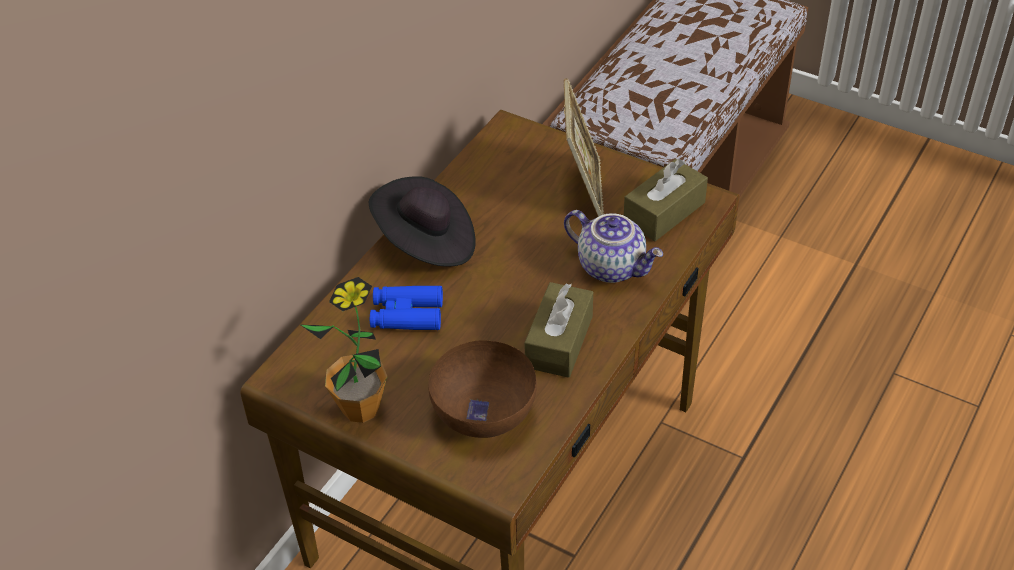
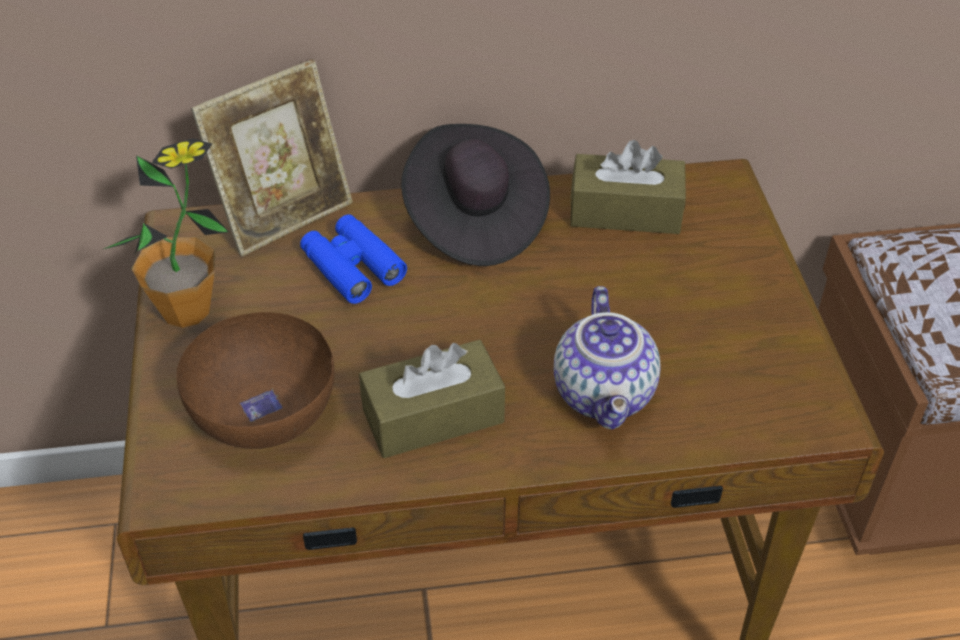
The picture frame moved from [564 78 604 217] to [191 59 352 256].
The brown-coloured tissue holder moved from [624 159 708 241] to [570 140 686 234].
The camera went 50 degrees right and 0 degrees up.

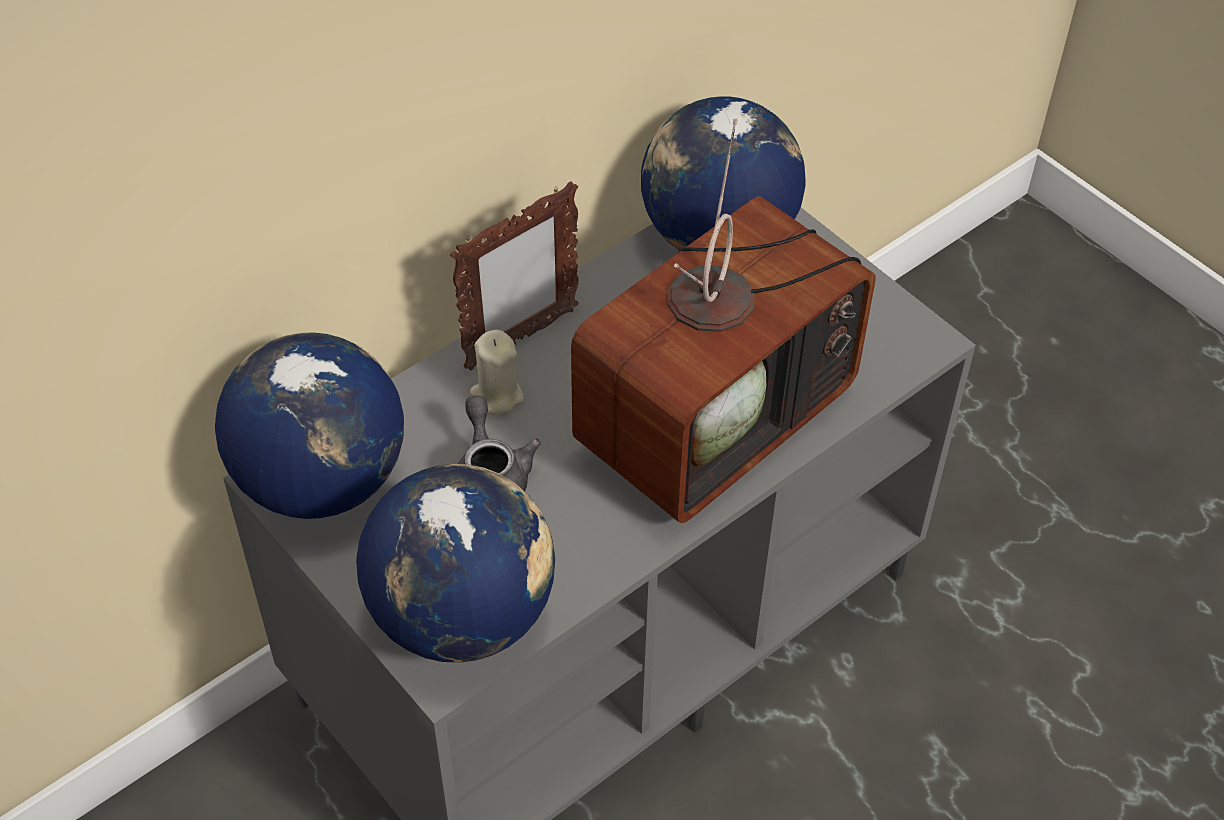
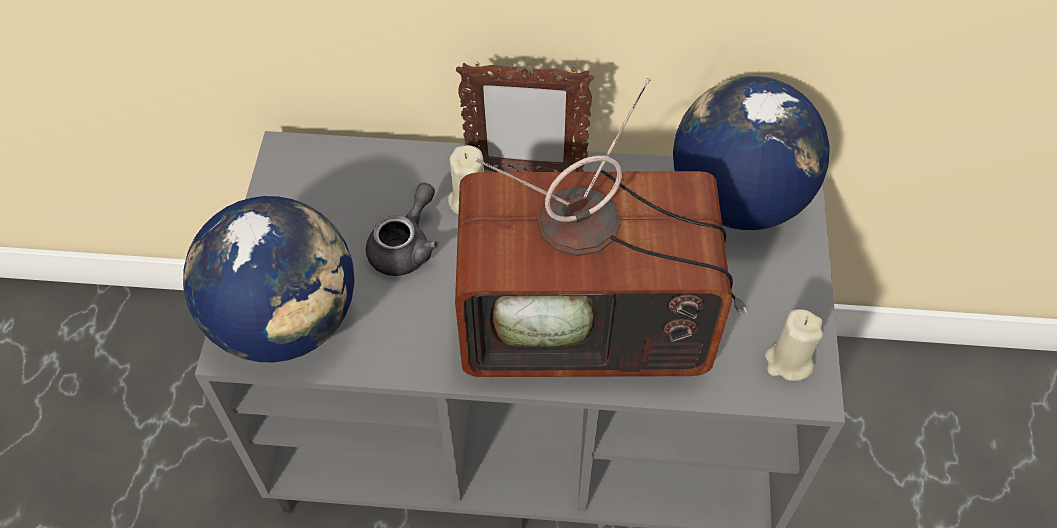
The world globe at [215 332 404 519] disappeared.
The beige-coloured wax candle at [765 309 823 381] appeared.
The camera went 45 degrees right and 5 degrees up.

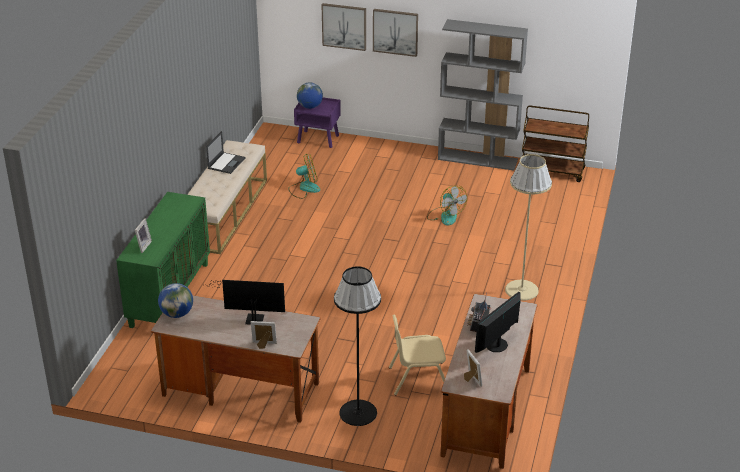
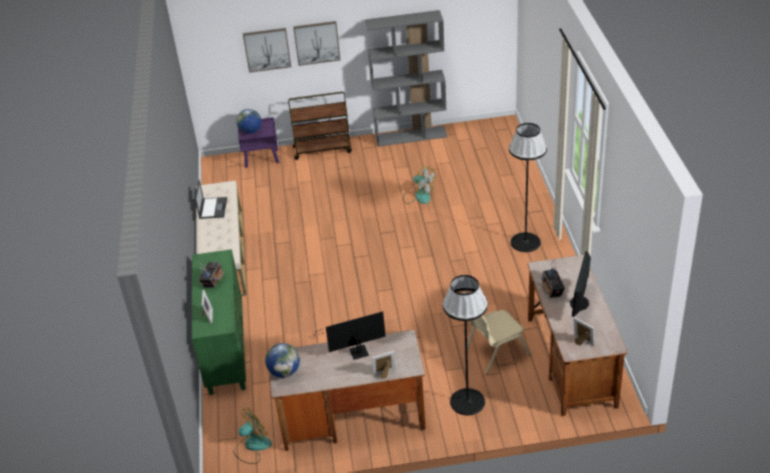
The brown-coloured trolley moved from [522 105 589 182] to [288 92 352 160].
The cooling fan moved from [288 154 320 199] to [233 407 272 464].
The beige-coloured standing lamp at [505 154 552 301] became the black standing lamp at [509 123 547 252].
The radio set at [199 262 224 288] appeared.
The camera went 20 degrees left and 5 degrees up.

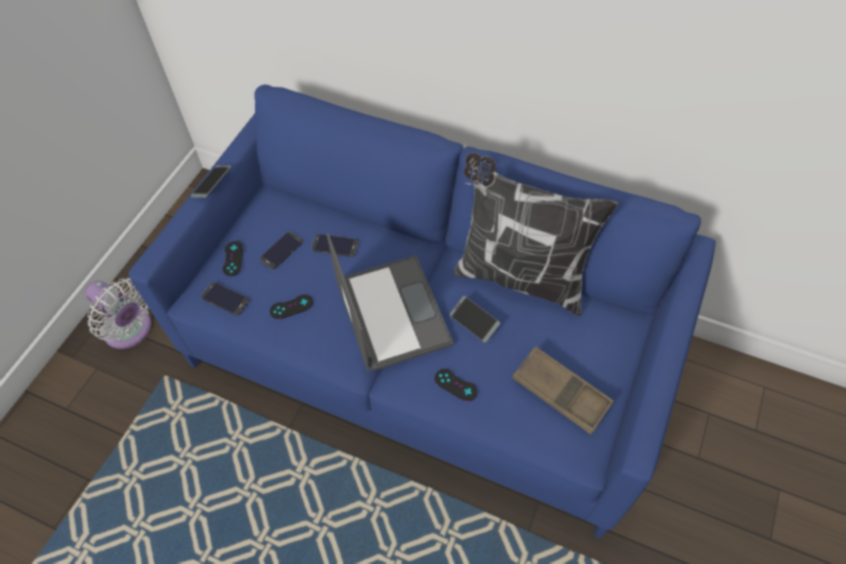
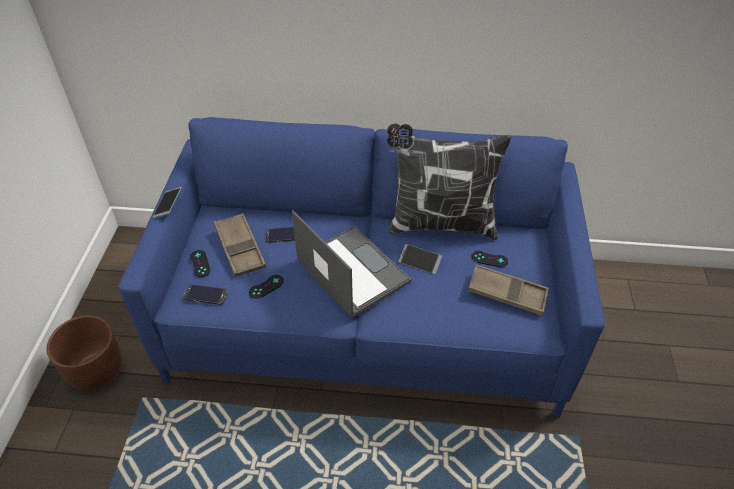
The telephone at [260 232 303 269] was replaced by the brown-coloured tray at [214 213 266 277].
The whitish cooling fan at [85 278 151 349] was replaced by the brown-coloured flower pot at [46 315 122 390].
The black game controller moved from [435 369 478 402] to [471 251 508 267].
The camera went 20 degrees left and 10 degrees down.

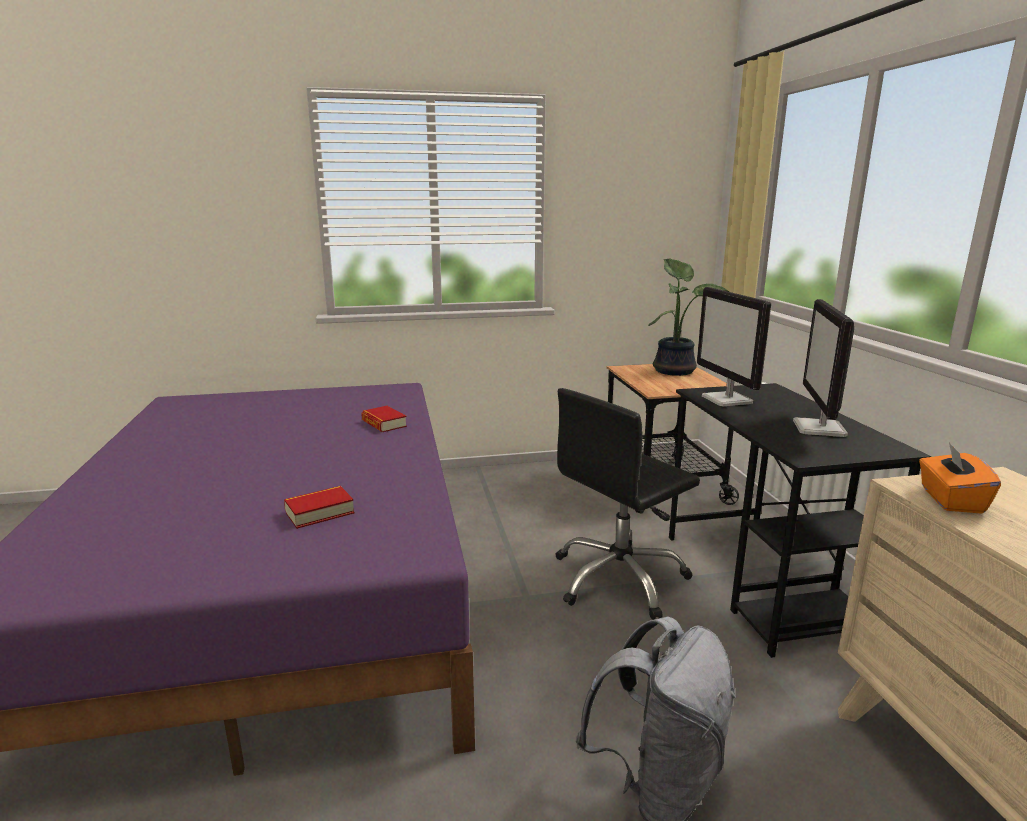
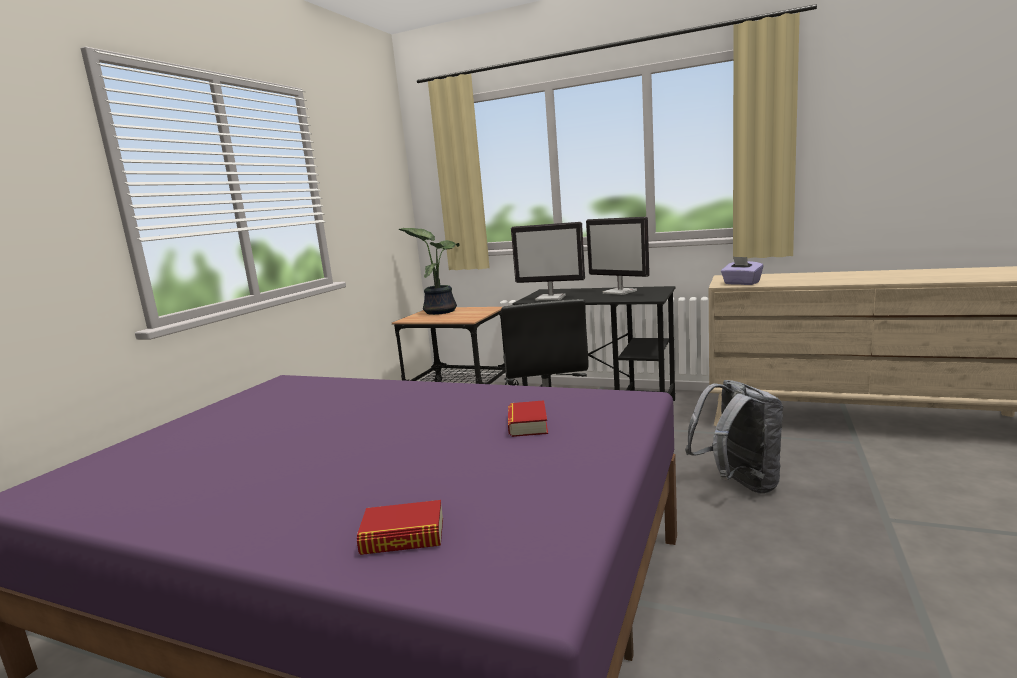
The bound book moved from [361 406 407 432] to [357 500 443 555].
The orange tissue holder at [919 442 1001 514] became the purple-coloured tissue holder at [721 257 763 285].
The camera went 55 degrees left and 5 degrees down.

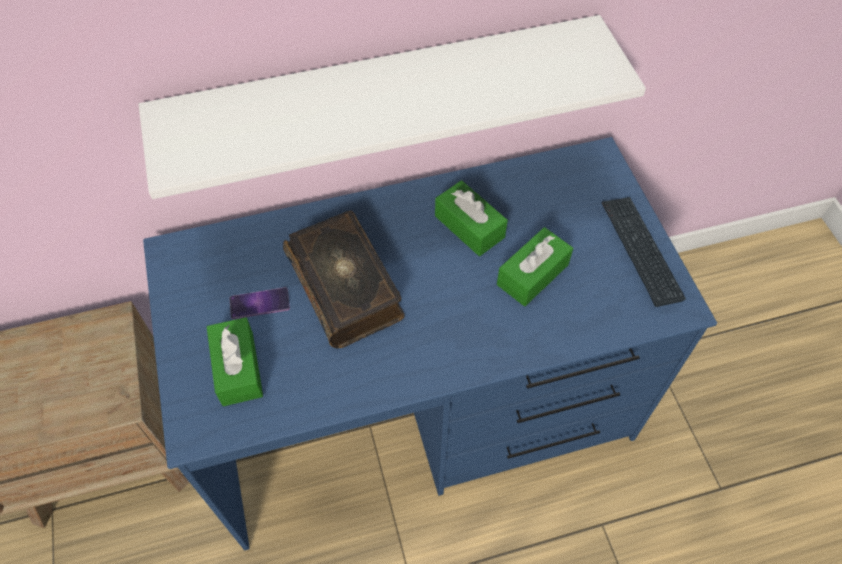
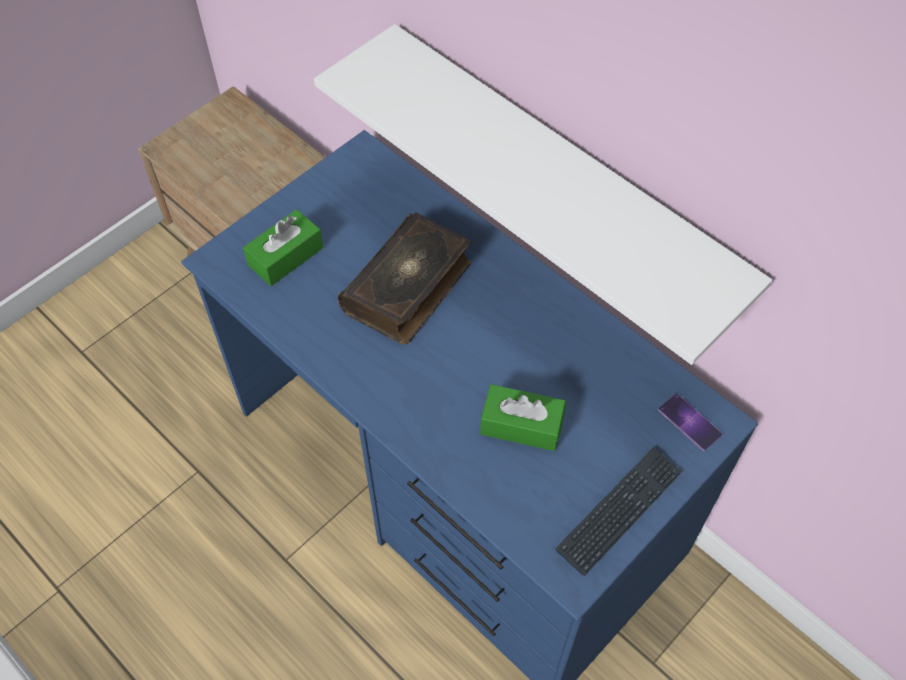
The greenish tissue holder at [435 180 508 256] disappeared.
The telephone moved from [229 287 290 319] to [658 394 722 451].
The camera went 60 degrees right and 0 degrees up.

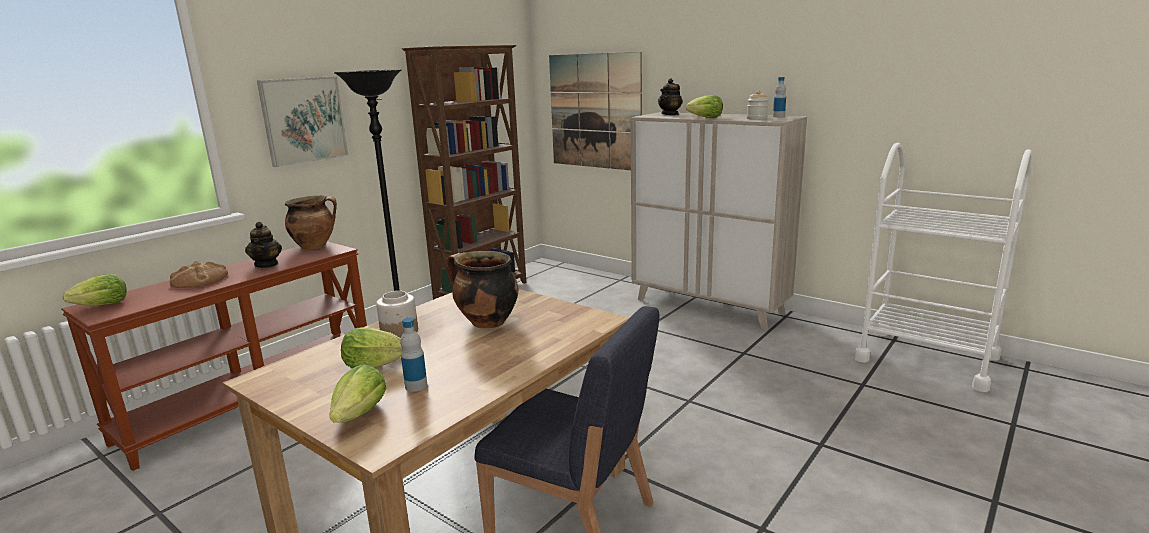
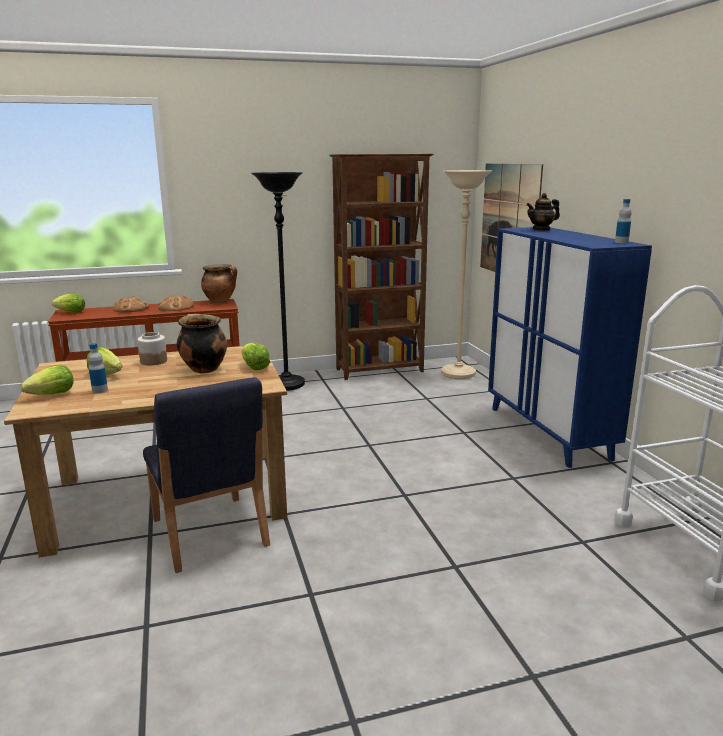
The wall picture at [257 76 349 167] disappeared.
The jar at [747 90 768 120] disappeared.
The lettuce moved from [686 95 723 118] to [241 343 270 370].
The beige-coloured cabinet at [631 112 807 331] became the blue-coloured cabinet at [488 227 652 468].
The pot for tea at [245 222 282 268] was replaced by the bakery bread at [158 295 193 311].
The beige-coloured standing lamp at [441 170 492 379] appeared.
The camera went 35 degrees right and 0 degrees up.

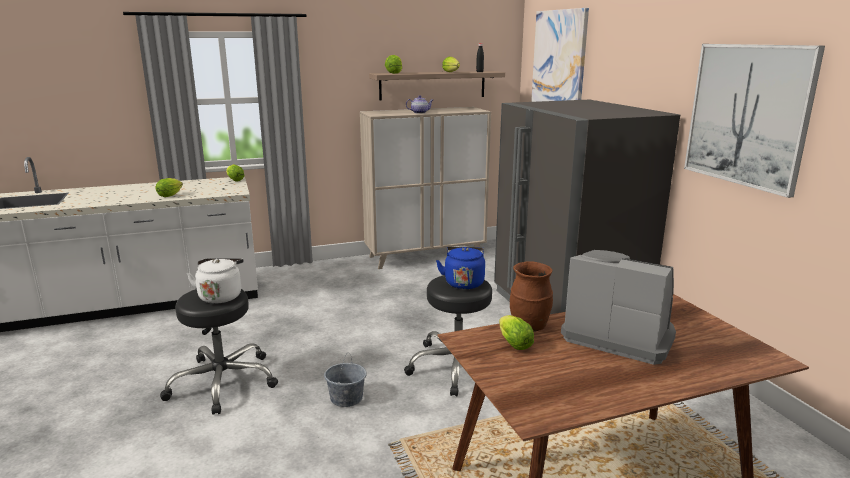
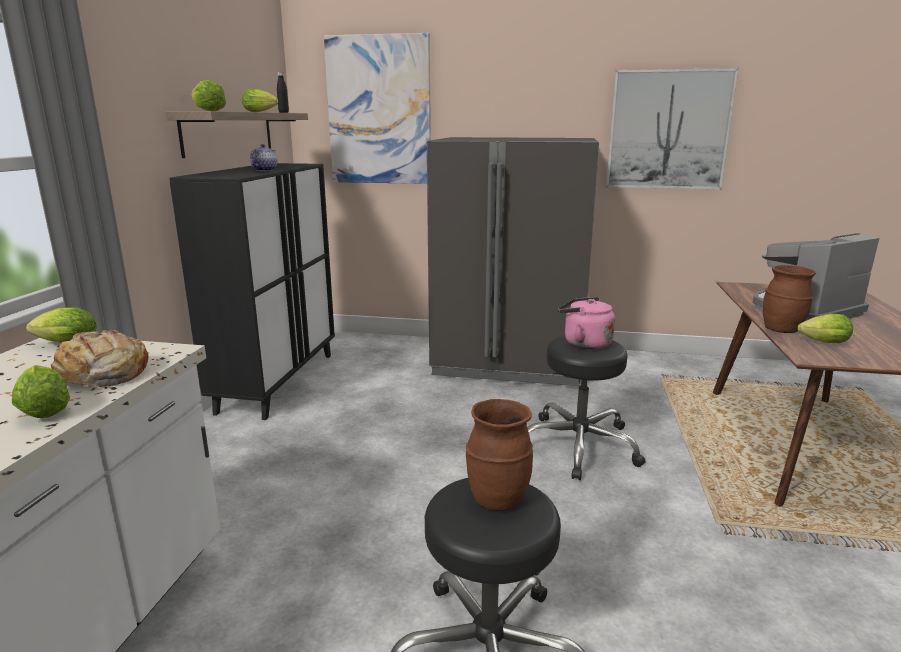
The beige-coloured cabinet at [360 107 491 269] became the black cabinet at [169 163 335 420].
The blue-coloured tea kettle at [436 247 485 289] became the pink tea kettle at [558 297 615 349].
The whitish tea kettle at [187 258 244 304] was replaced by the brown-coloured decorative vase at [466 399 533 511].
The grey pail at [324 354 366 407] disappeared.
The bakery bread at [51 330 148 387] appeared.
The camera went 60 degrees left and 0 degrees up.

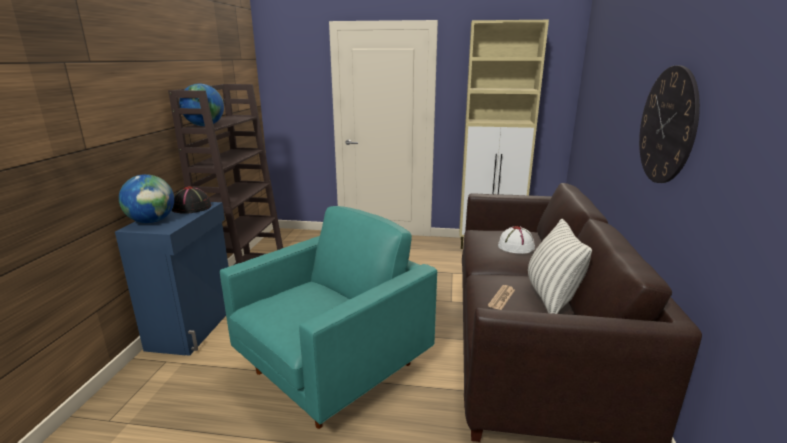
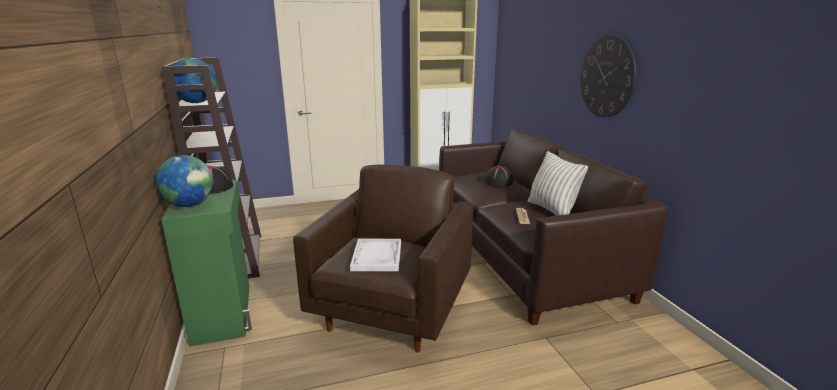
The blue-coloured cabinet at [115 202 229 356] became the greenish cabinet at [161 179 252 347].
The turquoise-coloured armchair at [220 206 437 429] became the brown-coloured armchair at [293 165 473 352].
The whitish clothing hat at [498 226 535 254] became the black clothing hat at [484 165 513 187].
The whitish tray at [350 239 401 271] appeared.
The camera went 25 degrees left and 0 degrees up.

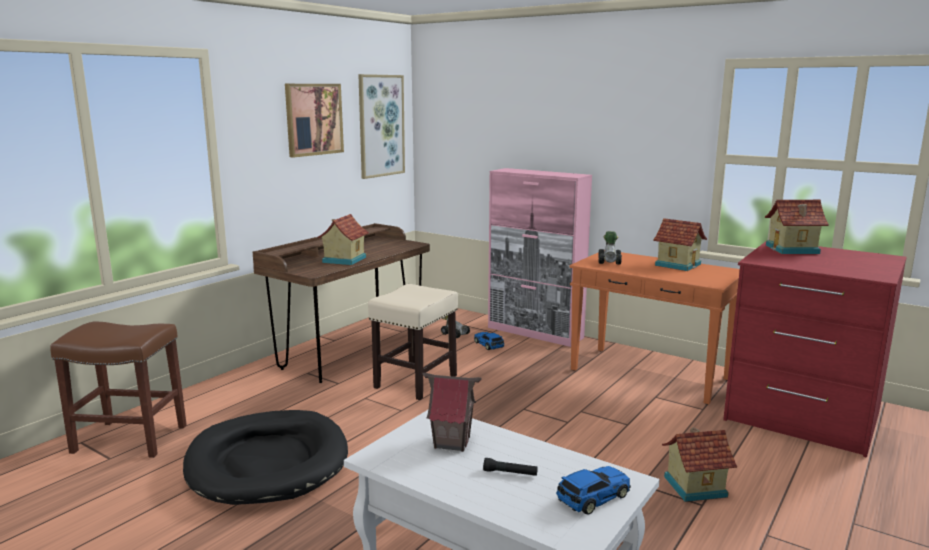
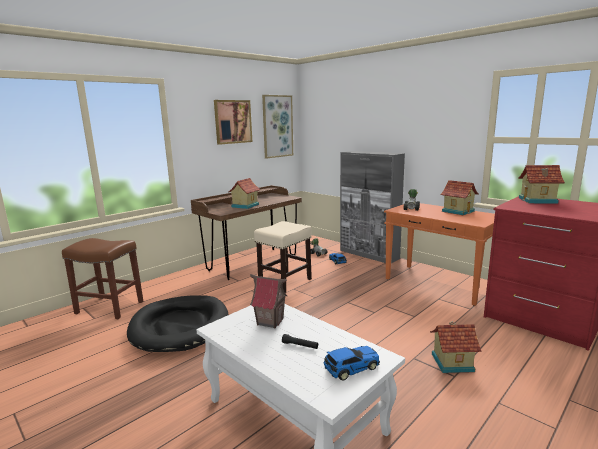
The pink cabinet at [488 168 592 347] became the grey cabinet at [340 151 405 263].
The camera went 10 degrees right and 0 degrees up.

